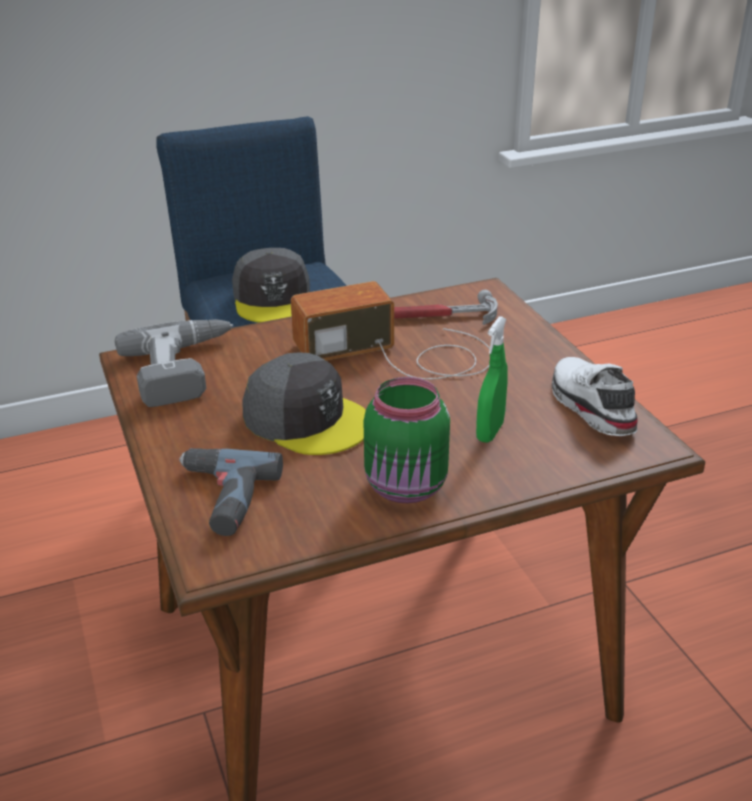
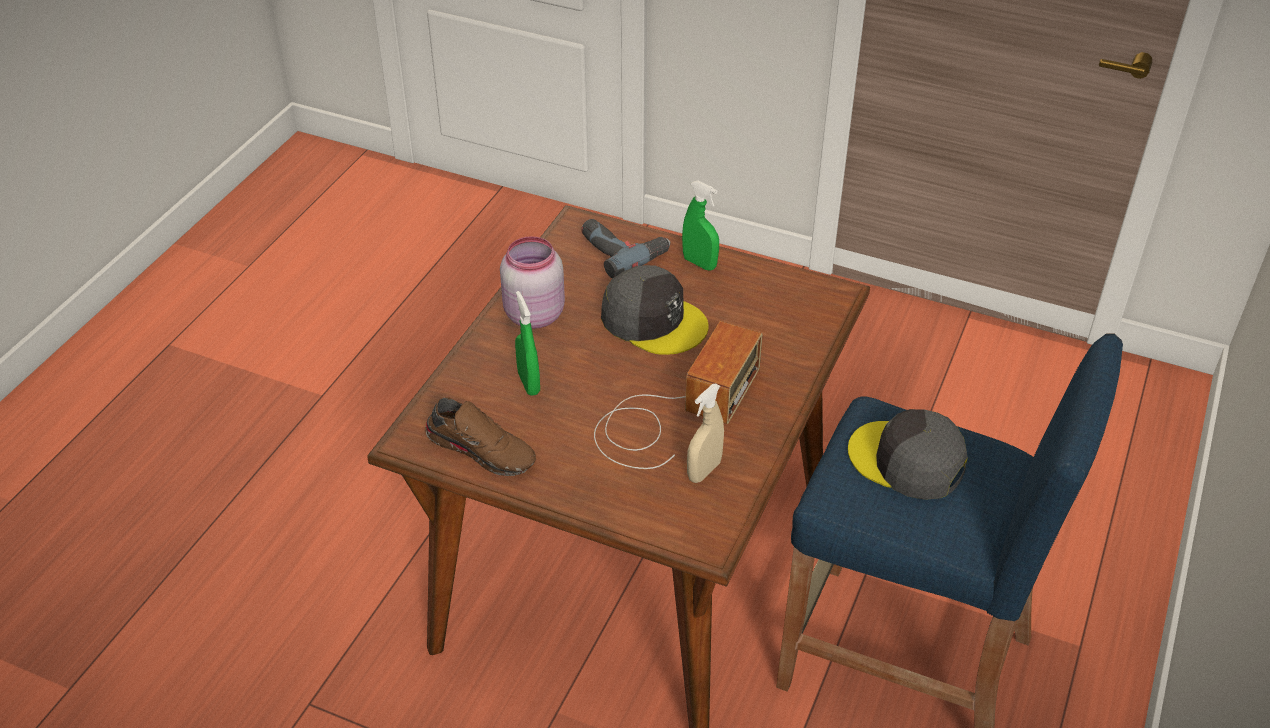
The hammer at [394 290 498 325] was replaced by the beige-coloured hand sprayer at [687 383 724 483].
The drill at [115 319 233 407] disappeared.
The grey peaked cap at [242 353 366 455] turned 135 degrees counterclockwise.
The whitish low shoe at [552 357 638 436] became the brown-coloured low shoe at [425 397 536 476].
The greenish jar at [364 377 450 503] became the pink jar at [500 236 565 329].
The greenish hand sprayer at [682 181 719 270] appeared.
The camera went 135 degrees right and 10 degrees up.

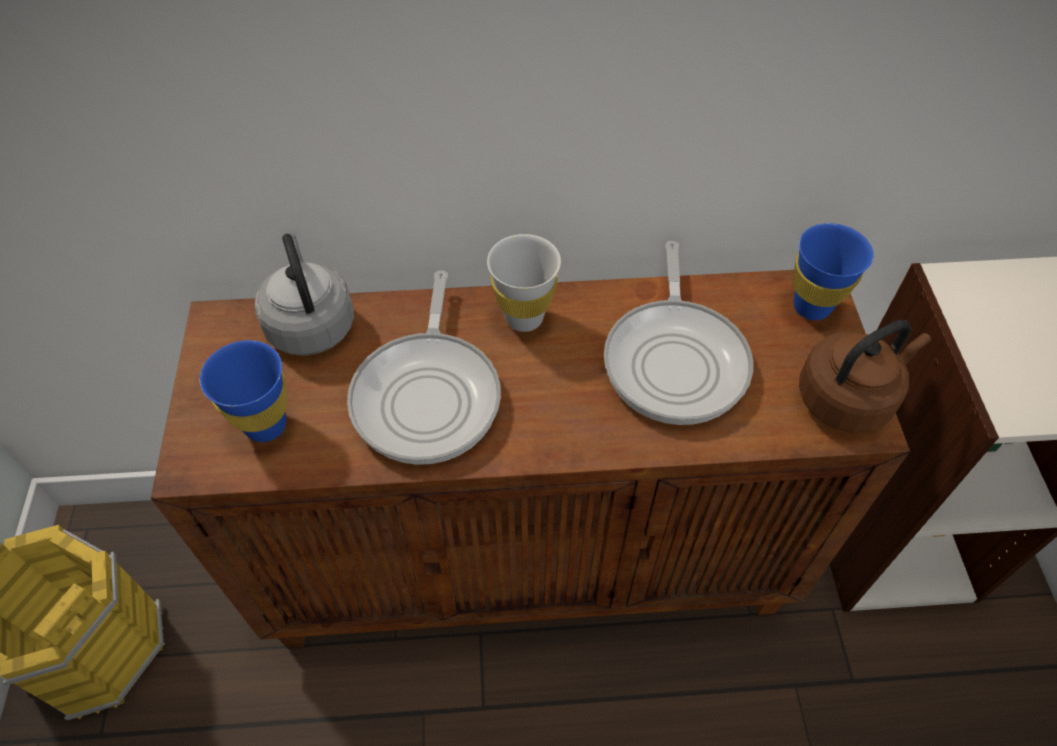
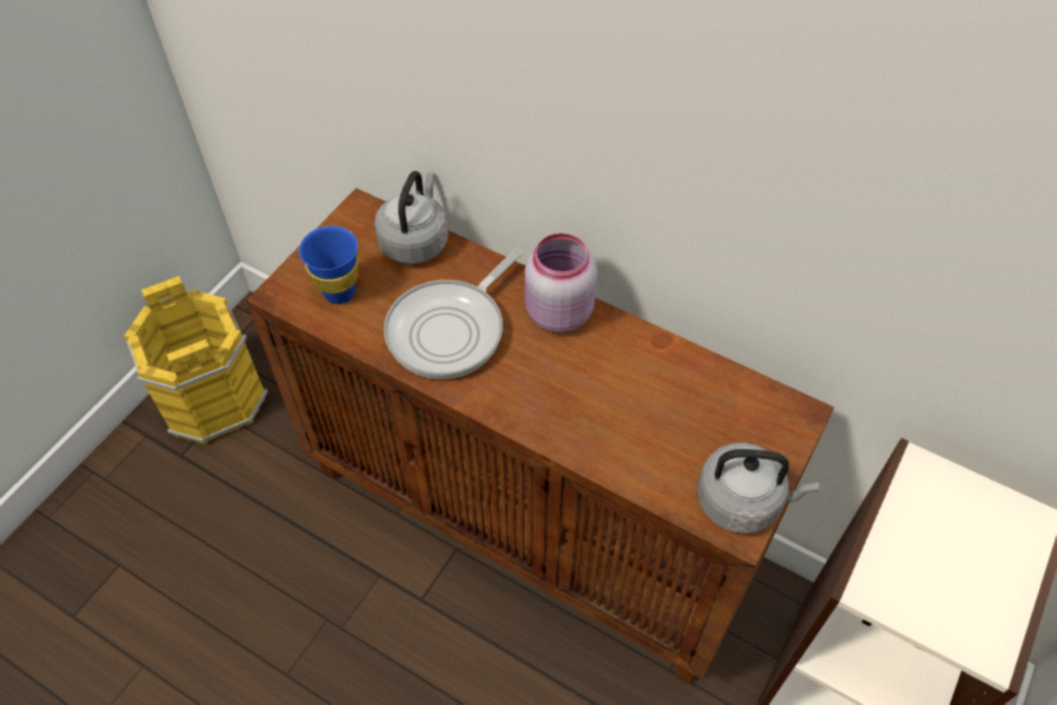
The blue-coloured cup at [793 223 874 320] disappeared.
The whitish cup at [487 234 561 332] was replaced by the pink jar at [525 233 597 333].
The frying pan at [604 241 753 425] disappeared.
The brown-coloured tea kettle at [799 320 931 432] became the grey tea kettle at [697 443 819 533].
The camera went 35 degrees right and 0 degrees up.

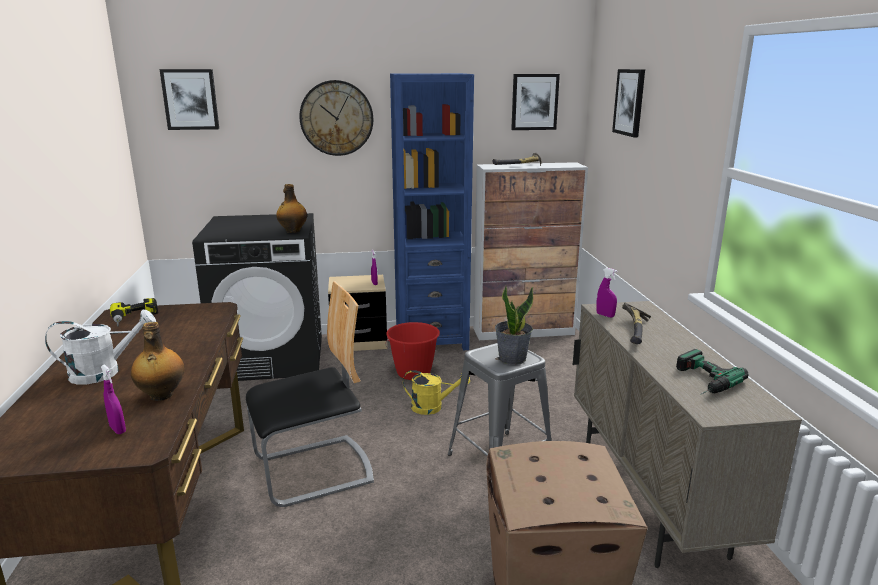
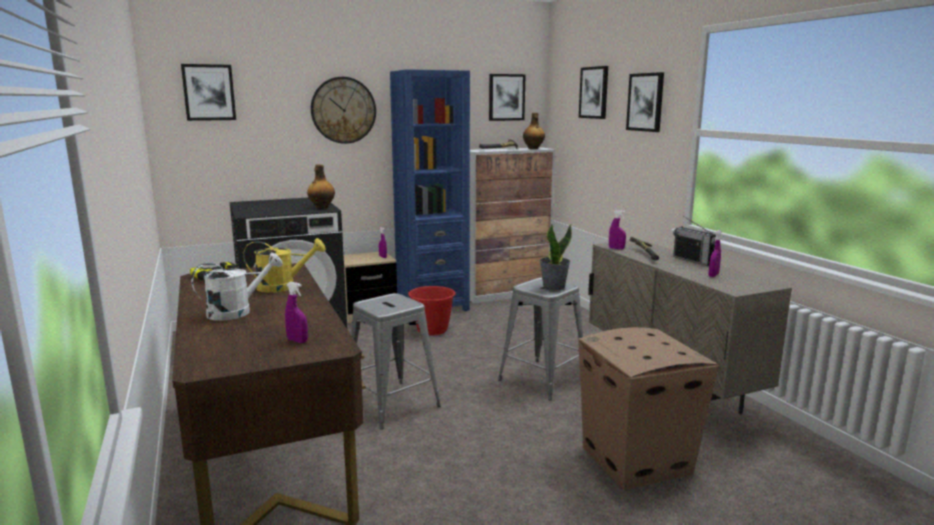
The upright chair at [246 281 374 507] was replaced by the grey sitting stool at [351 293 441 429].
The drink bottle moved from [131 322 184 401] to [523 113 545 149].
The drill at [676 349 749 394] was replaced by the purple-coloured hand sprayer at [709 230 721 277].
The yellow-coloured sprinkling can moved from [403 370 470 415] to [243 238 326 293].
The wall picture at [626 72 664 132] appeared.
The radio set at [673 216 716 266] appeared.
The camera went 15 degrees left and 5 degrees down.

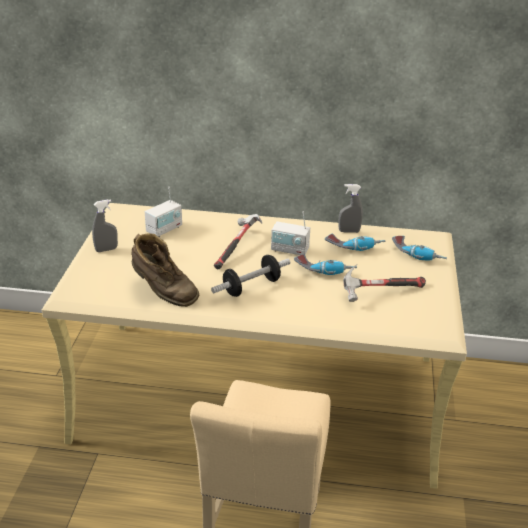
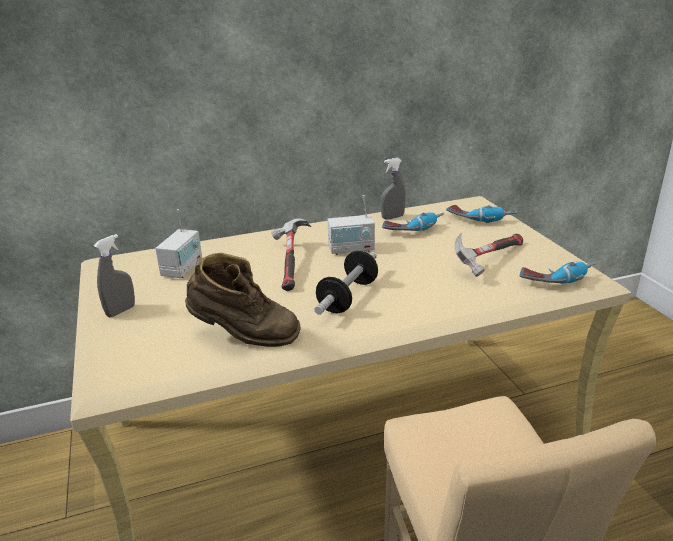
The drill moved from [294 254 357 275] to [520 261 596 284].
The camera went 25 degrees left and 5 degrees down.

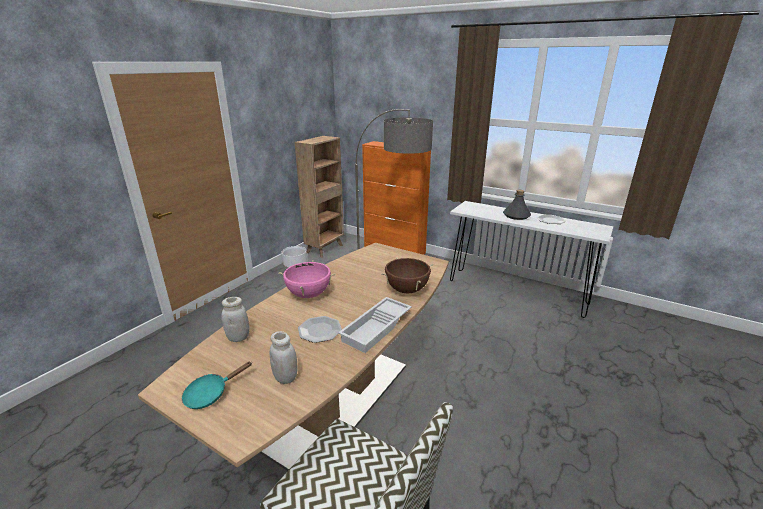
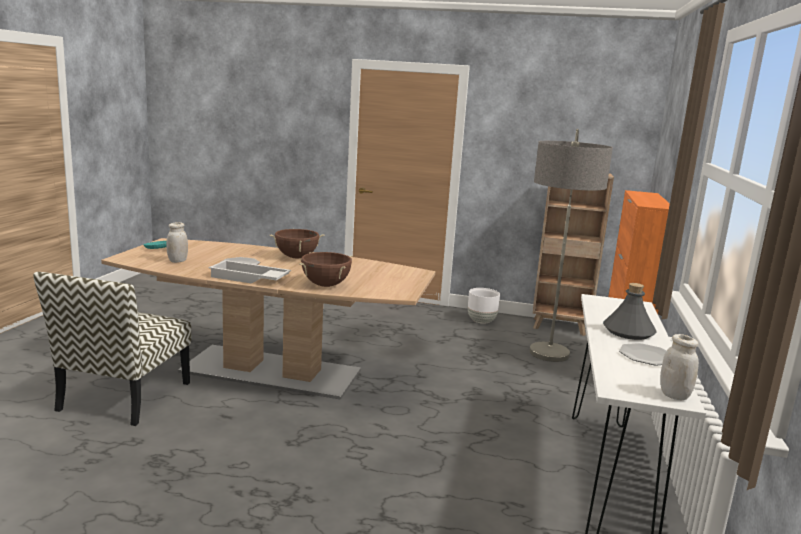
The pink stockpot at [278 260 336 298] became the brown-coloured stockpot at [270 229 324 258].
The whitish jar moved from [222 297 249 342] to [660 334 699 400].
The camera went 70 degrees right and 10 degrees down.

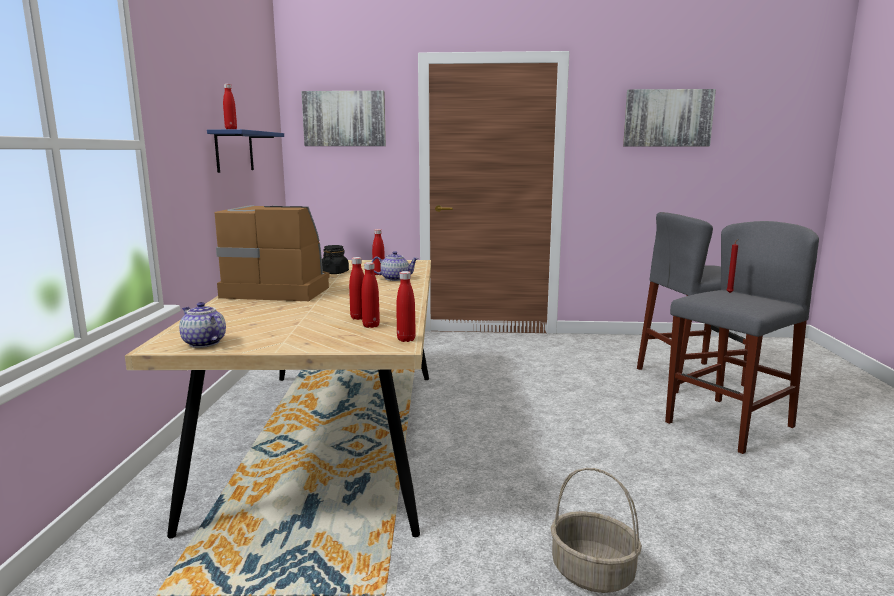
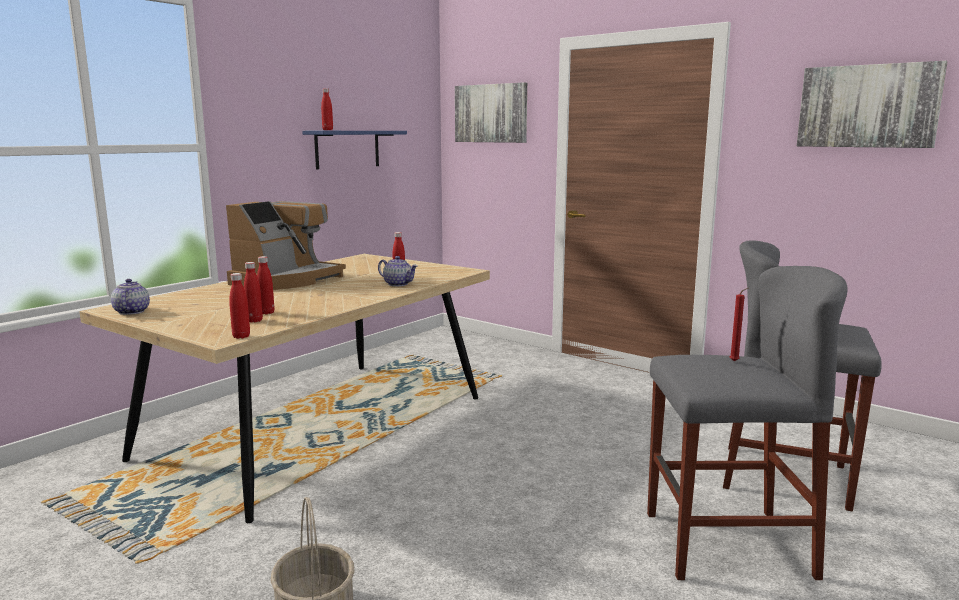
The coffee brewer at [215 205 330 301] turned 75 degrees clockwise.
The black jar at [322 245 349 274] disappeared.
The camera went 35 degrees right and 0 degrees up.

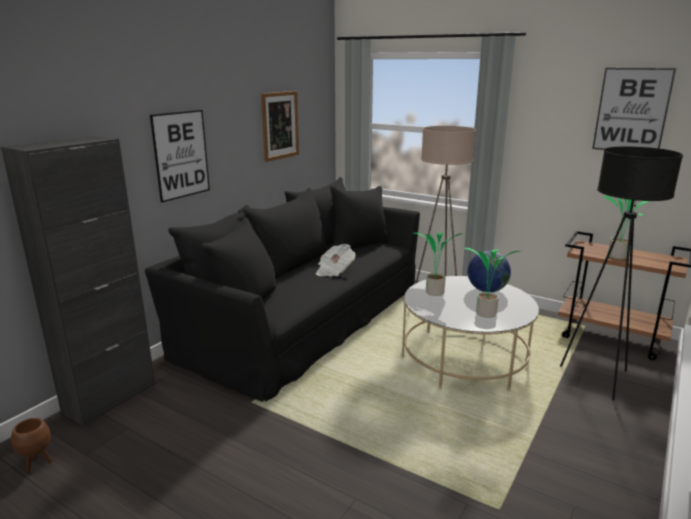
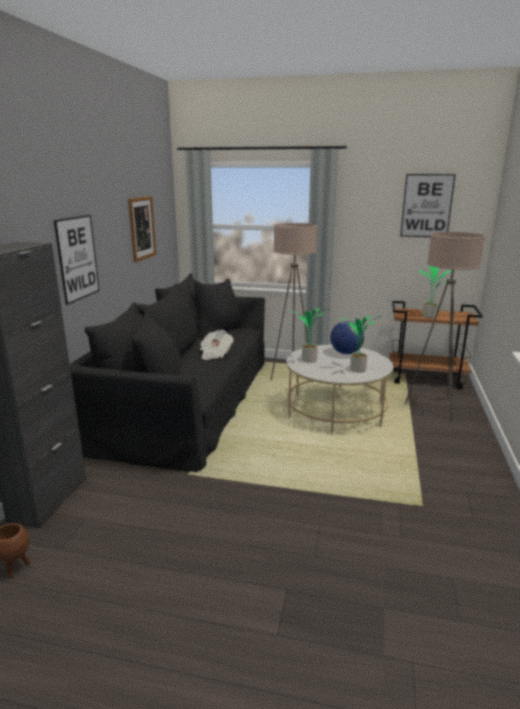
The black standing lamp at [560 146 683 400] became the beige-coloured standing lamp at [405 232 485 420].
The camera went 20 degrees left and 0 degrees up.

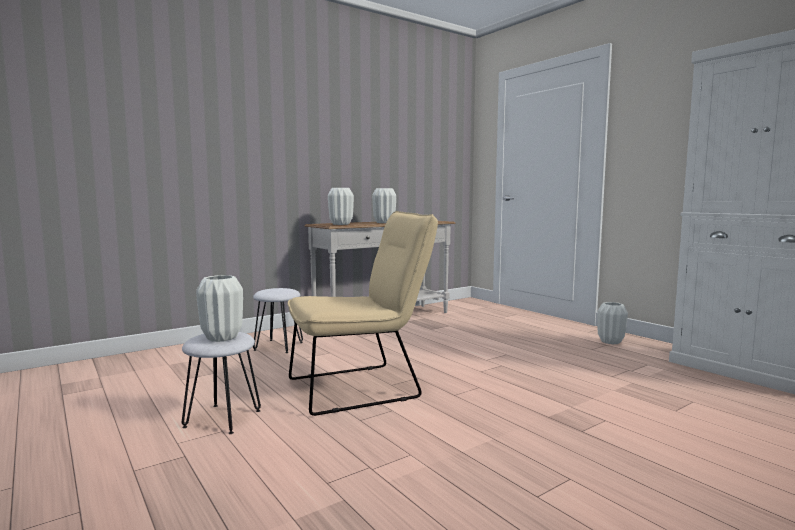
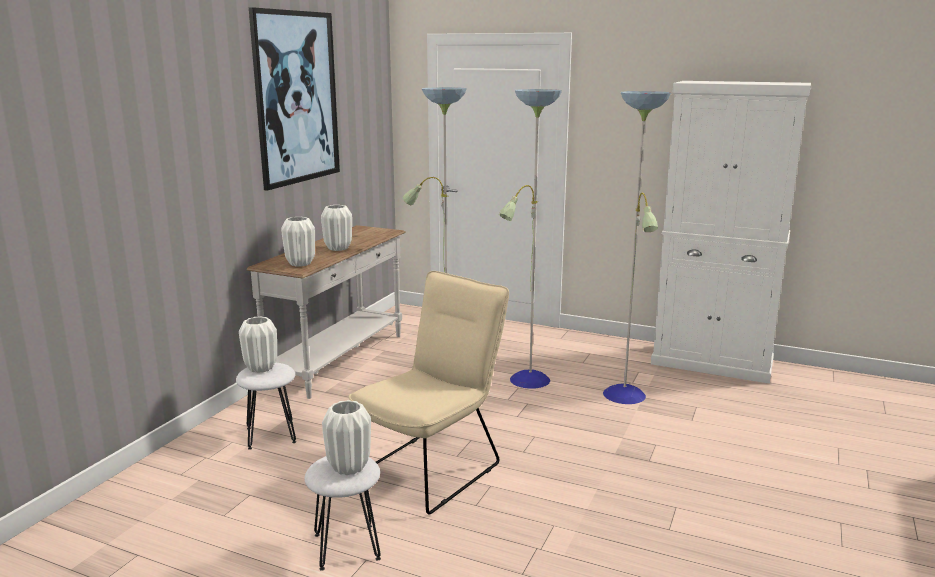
The whitish decorative vase moved from [597 302 628 344] to [239 316 277 373].
The wall picture at [249 7 340 191] appeared.
The standing lamp at [402 87 671 404] appeared.
The camera went 30 degrees left and 10 degrees up.

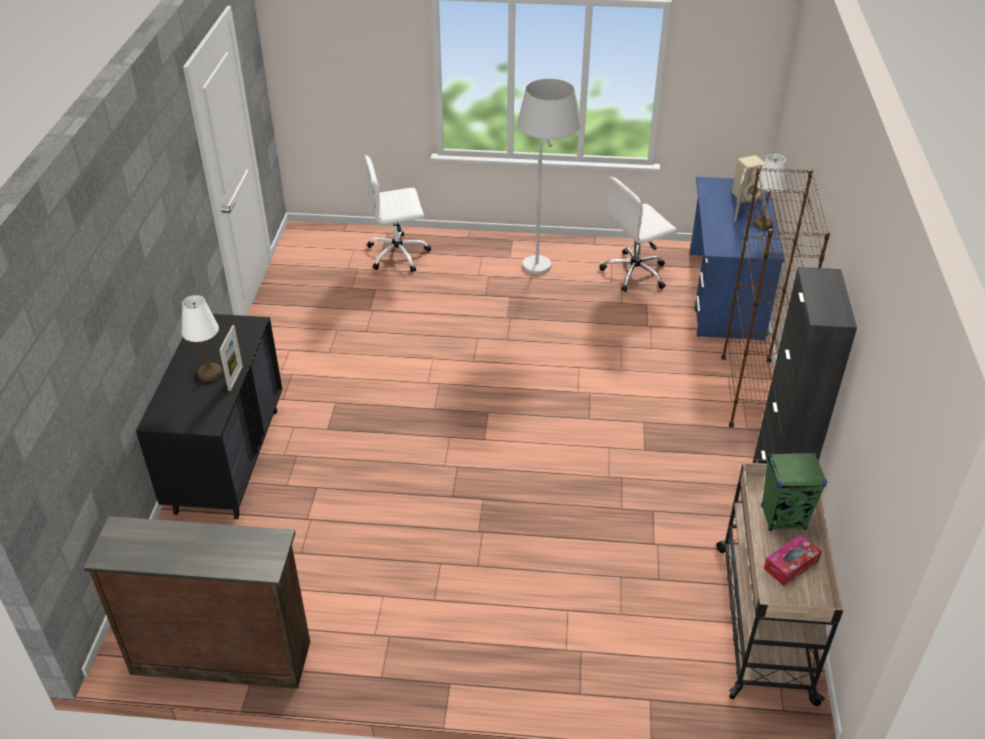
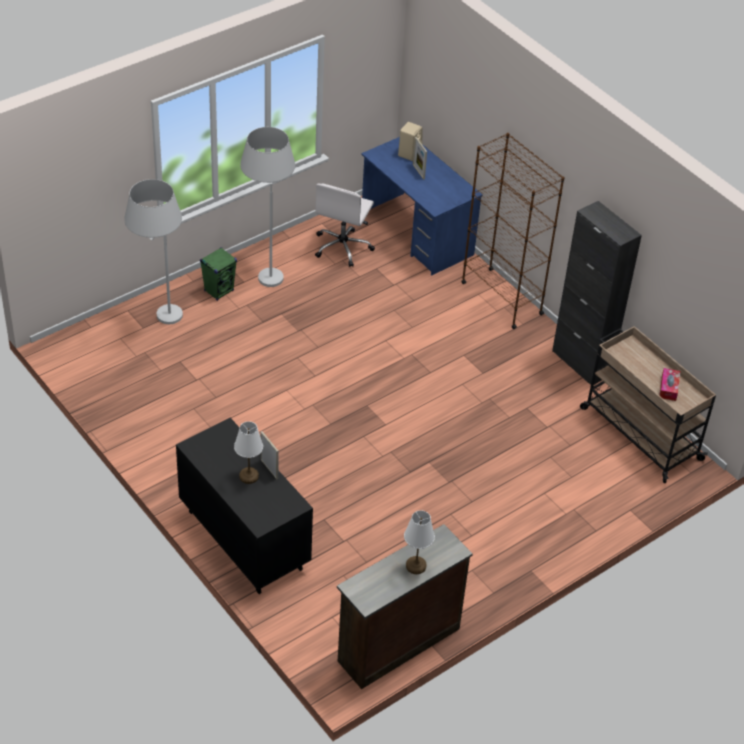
The whitish table lamp moved from [753 154 786 230] to [404 510 435 574].
The whitish computer chair at [364 155 431 272] was replaced by the whitish standing lamp at [124 179 183 324].
The greenish loudspeaker moved from [761 452 827 531] to [200 247 237 301].
The camera went 45 degrees left and 5 degrees up.

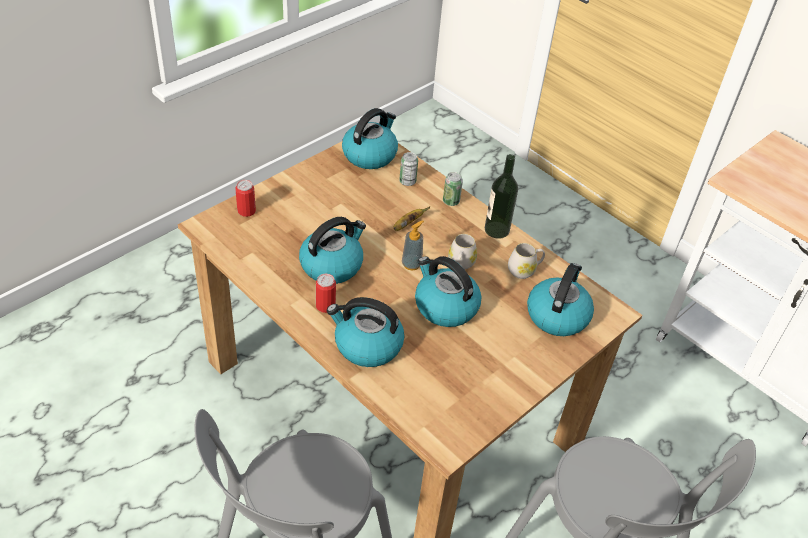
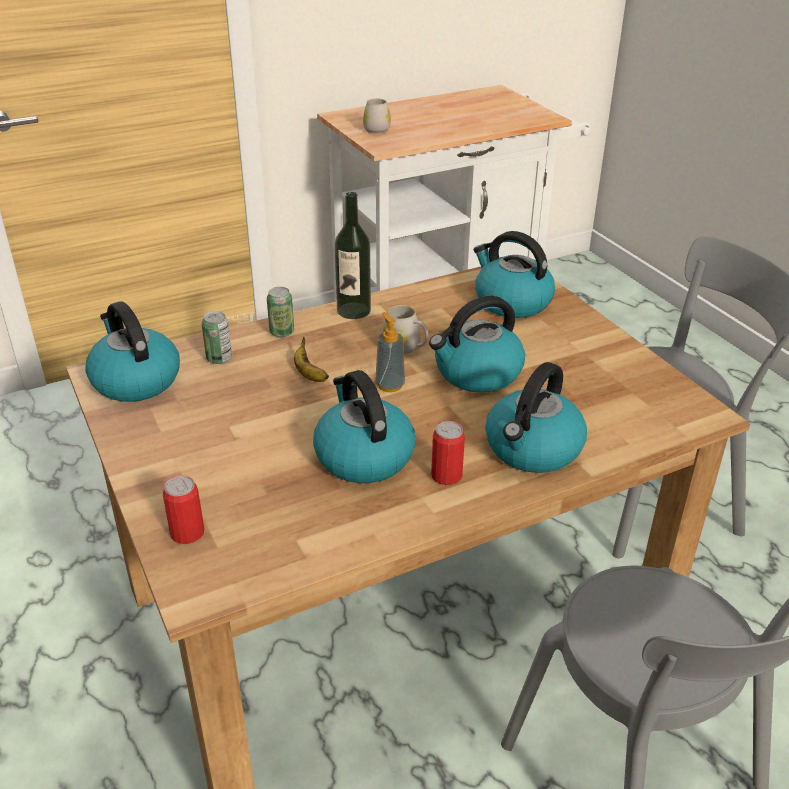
The whitish mug moved from [508 243 545 279] to [363 98 391 134].
The camera went 70 degrees left and 10 degrees down.

